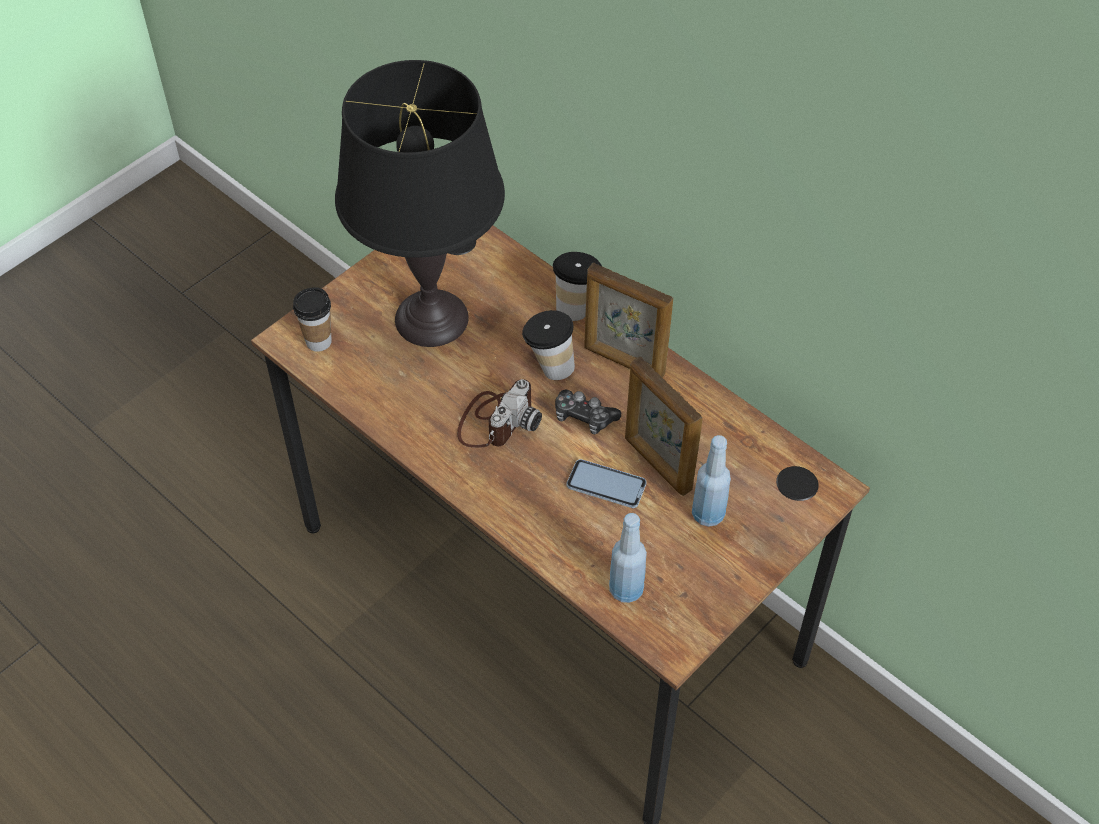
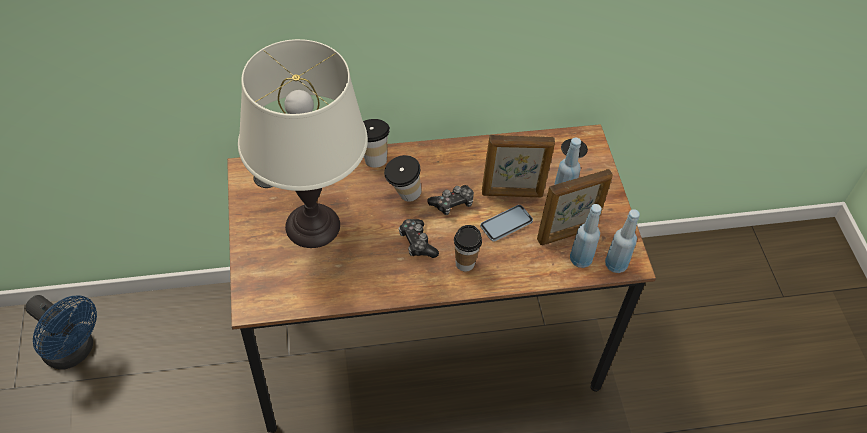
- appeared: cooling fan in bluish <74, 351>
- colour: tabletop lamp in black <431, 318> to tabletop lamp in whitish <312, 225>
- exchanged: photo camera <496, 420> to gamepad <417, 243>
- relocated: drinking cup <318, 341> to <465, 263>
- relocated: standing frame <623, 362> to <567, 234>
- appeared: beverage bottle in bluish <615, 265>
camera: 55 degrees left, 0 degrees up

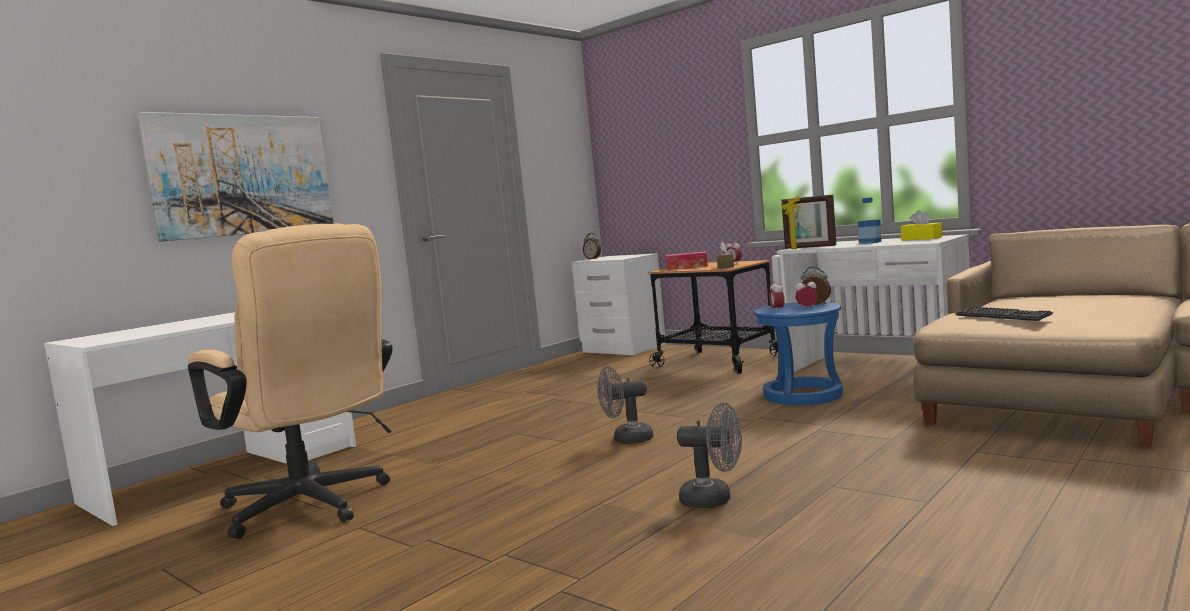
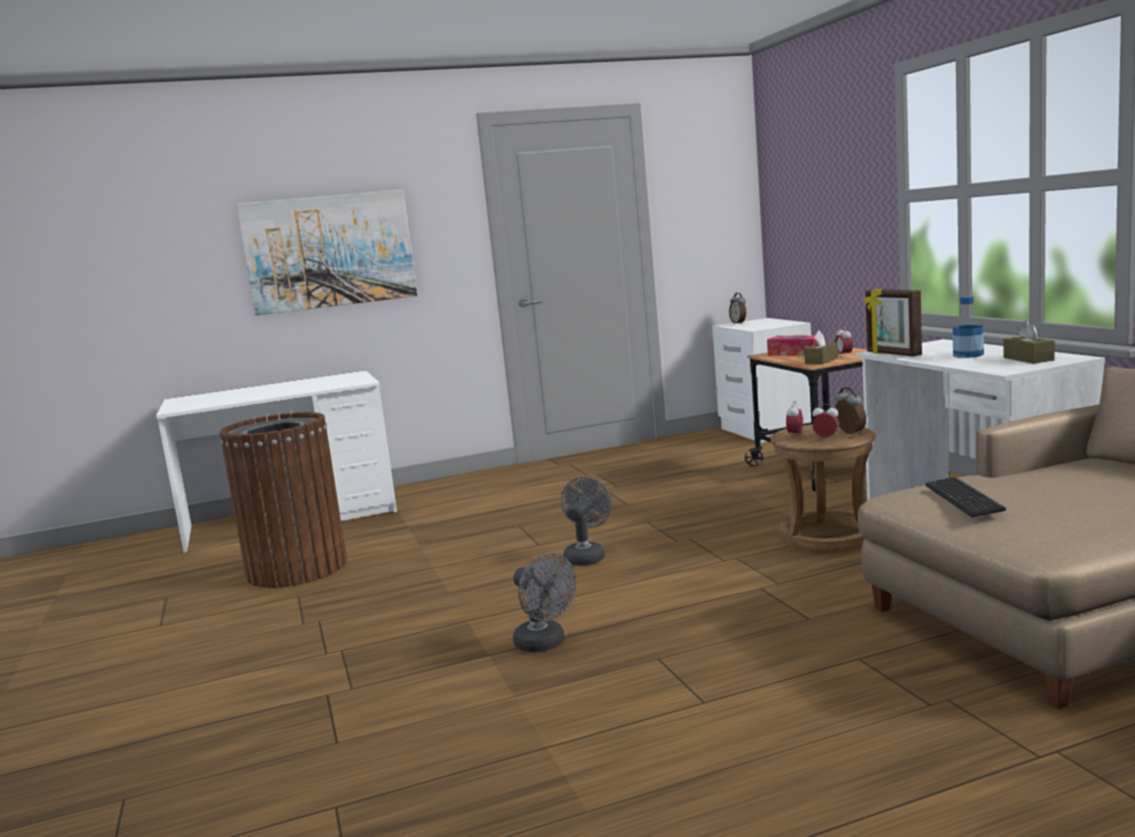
- exchanged: desk chair in beige <312, 508> to rubbish bin in brown-coloured <297, 568>
- spun: cooling fan in gray <627, 439> = <586, 556> 90 degrees clockwise
- colour: stool in bluish <802, 395> to stool in brown-coloured <826, 537>
- colour: tissue box in yellow <921, 239> to tissue box in brown-coloured <1028, 359>
camera: 30 degrees right, 5 degrees up

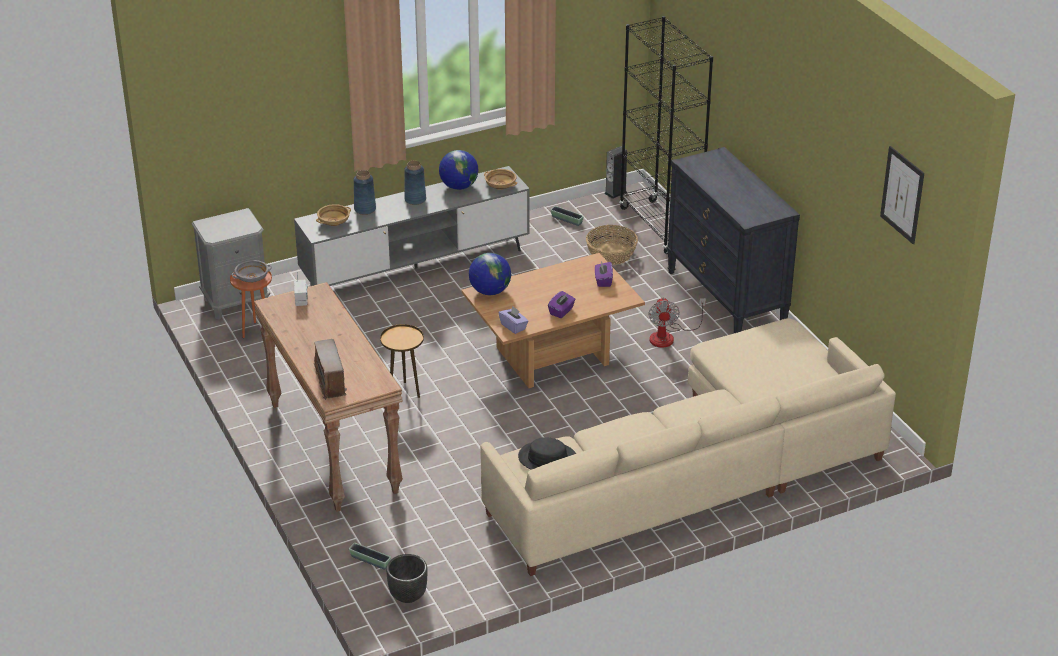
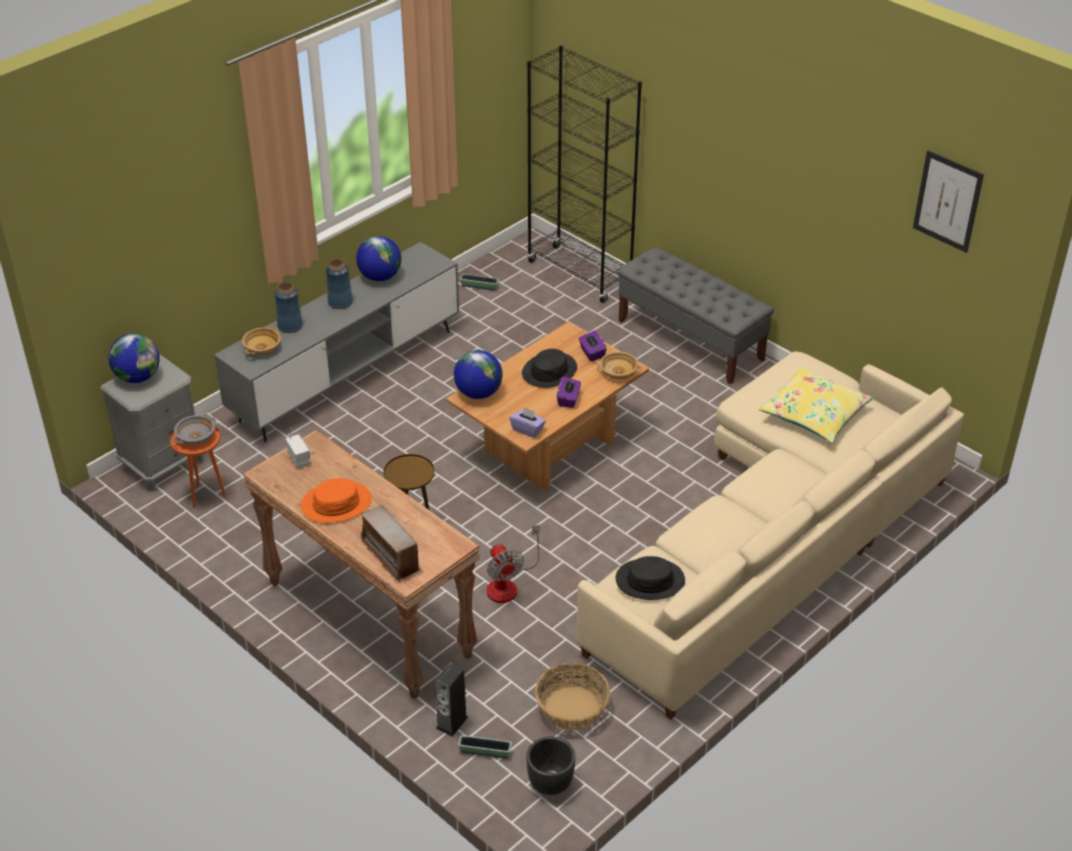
- appeared: world globe <138, 377>
- appeared: clothing hat in orangey <336, 503>
- relocated: speaker <615, 193> to <452, 722>
- relocated: cooling fan <668, 336> to <508, 584>
- appeared: clothing hat in black <549, 371>
- relocated: household basket <611, 254> to <572, 709>
- relocated: deep dish in beige <500, 185> to <618, 373>
- exchanged: chest of drawers in black <726, 299> to long seat in gray <691, 340>
- appeared: cushion in yellow <814, 414>
camera: 20 degrees left, 5 degrees up

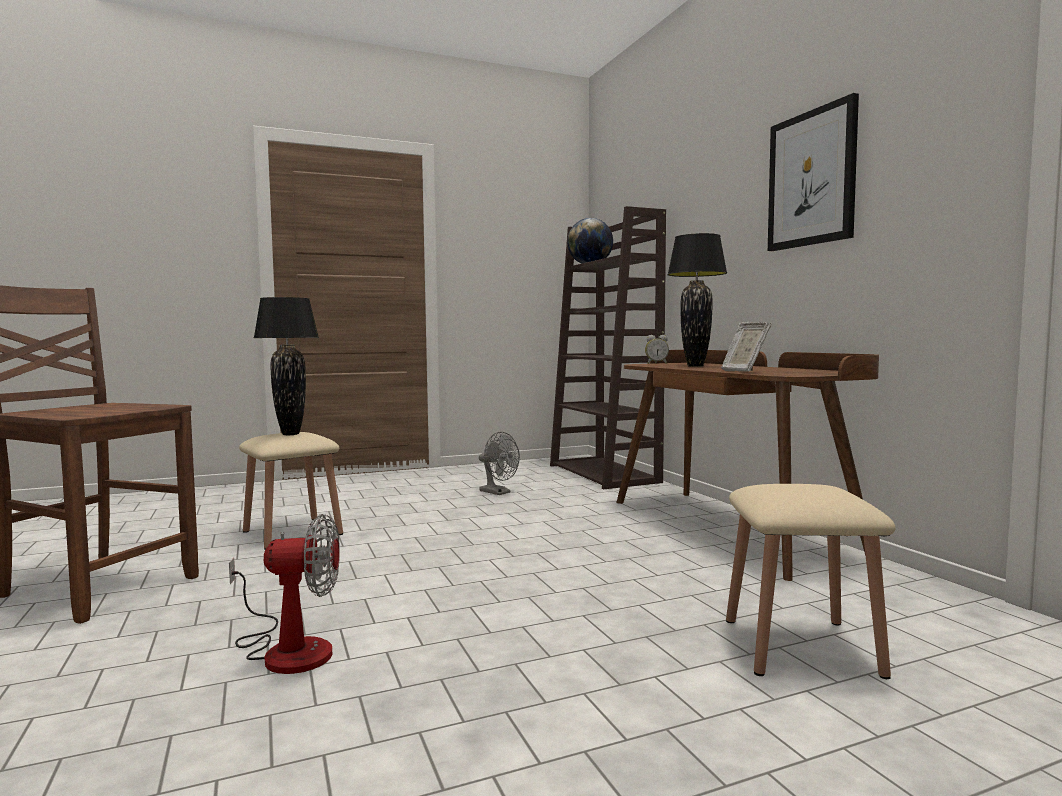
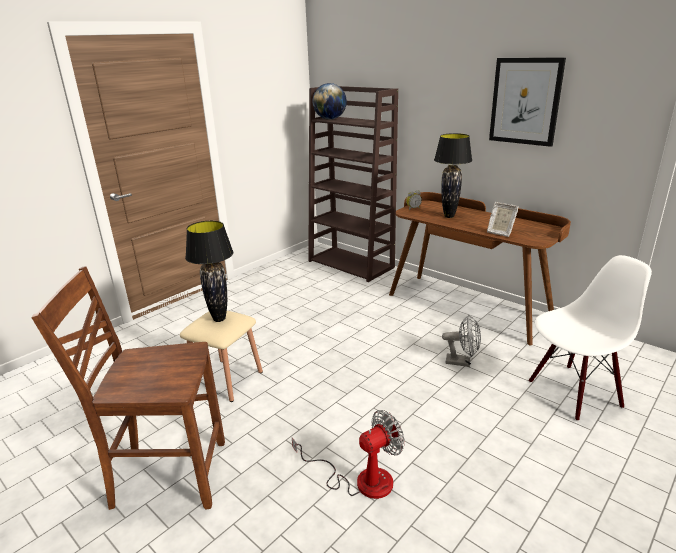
- relocated: cooling fan in gray <498, 492> to <462, 362>
- exchanged: stool in beige <800, 646> to plain chair in whitish <573, 392>
camera: 25 degrees left, 20 degrees up

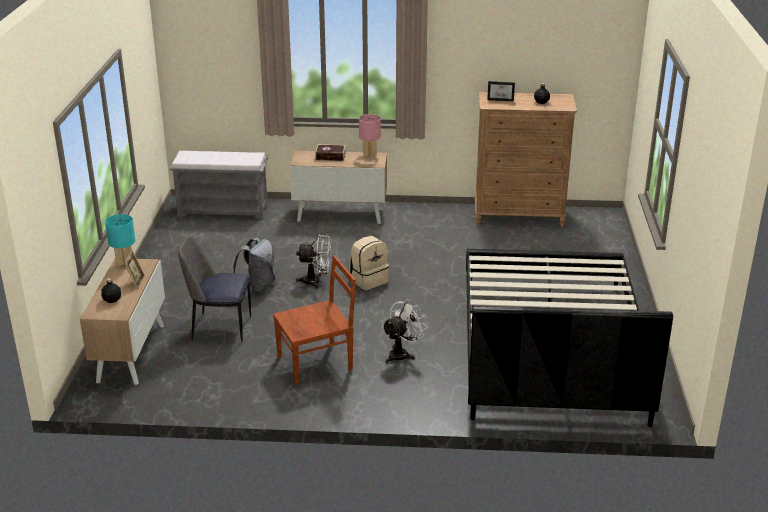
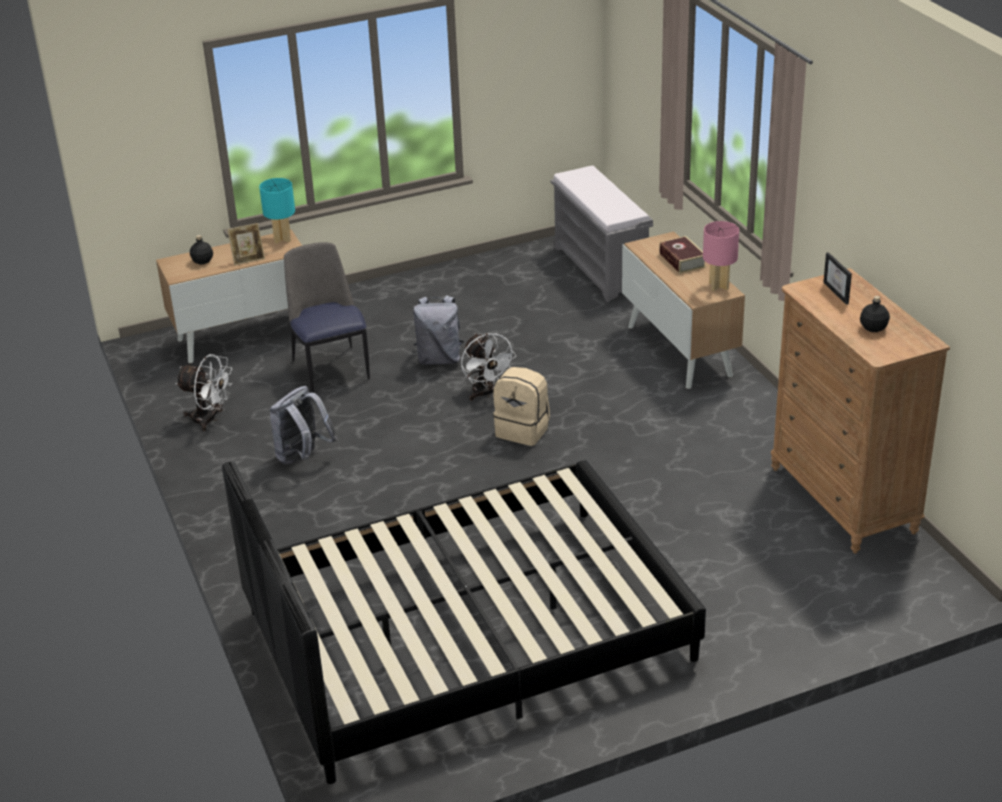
- relocated: cooling fan in whitish <402, 354> to <210, 419>
- exchanged: plain chair in brown-coloured <317, 363> to rucksack in gray <303, 458>
camera: 65 degrees right, 5 degrees up

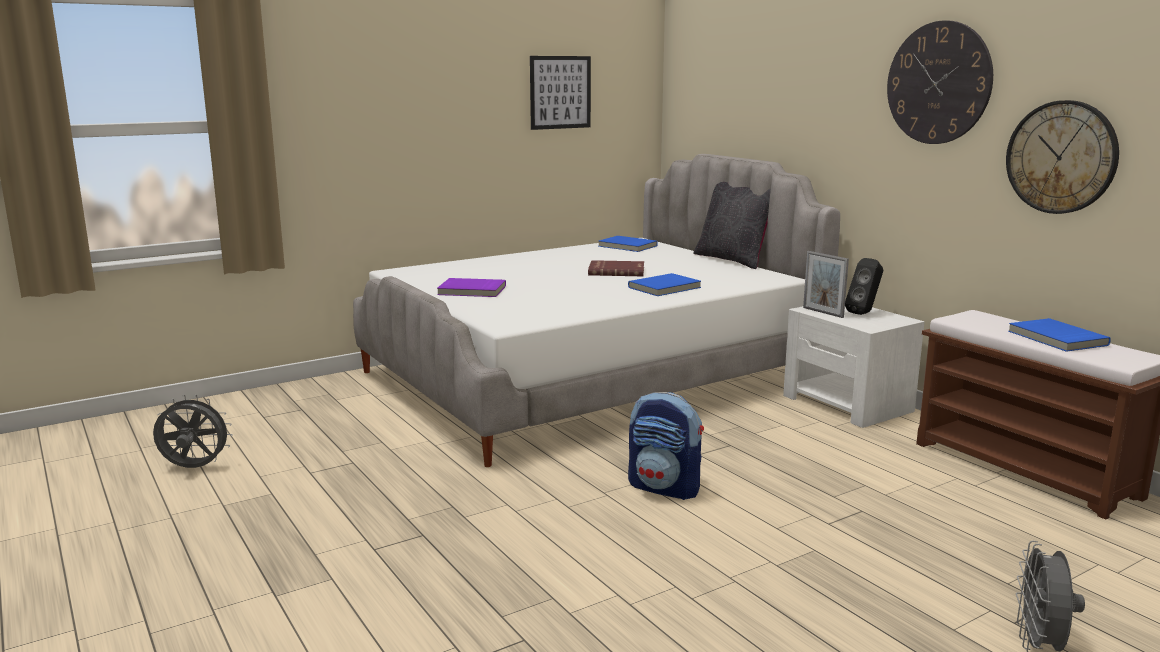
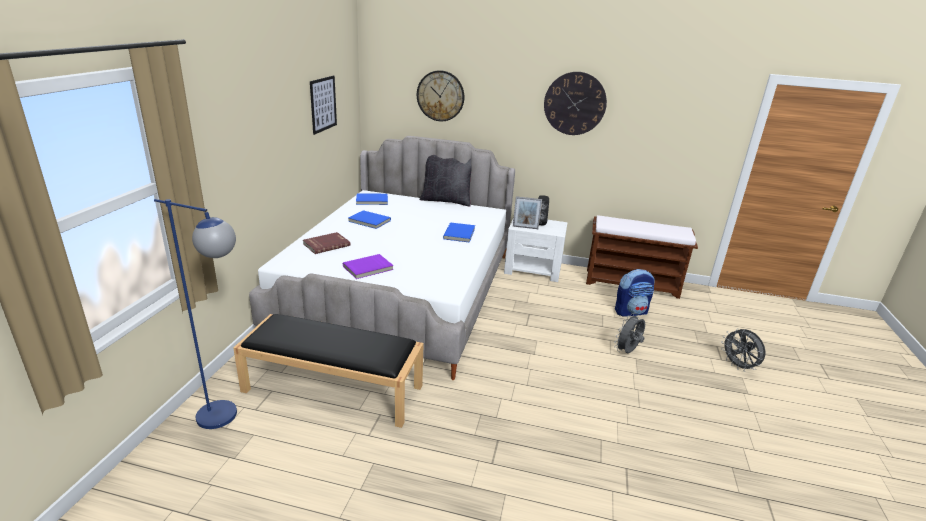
- appeared: standing lamp in bluish <228, 419>
- appeared: long seat in black <334, 388>
- relocated: bound book in red <616, 271> to <326, 244>
- relocated: bound book in bluish <1056, 338> to <369, 221>
- relocated: clock on the wall <1061, 157> to <440, 96>
- relocated: cooling fan in gray <194, 468> to <627, 352>
- relocated: rucksack <665, 488> to <631, 312>
camera: 45 degrees left, 10 degrees up

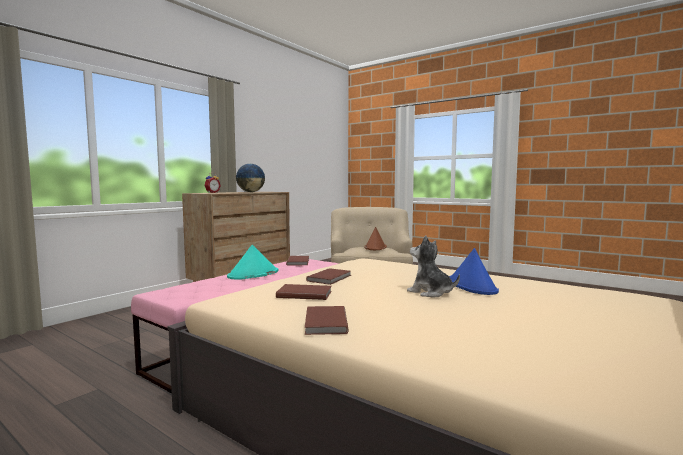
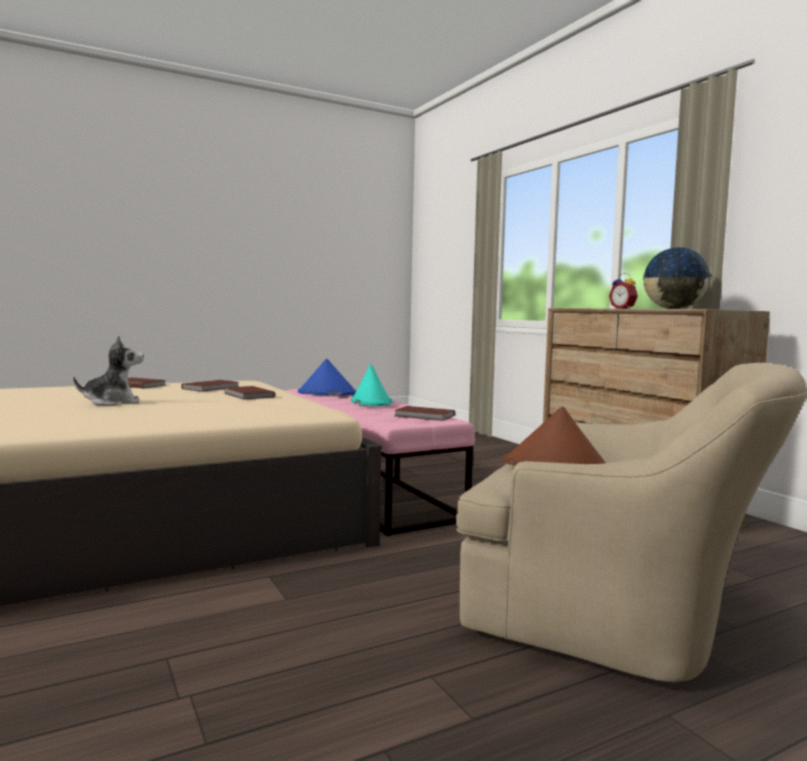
- relocated: clothing hat in bluish <472, 286> to <327, 393>
camera: 115 degrees right, 0 degrees up

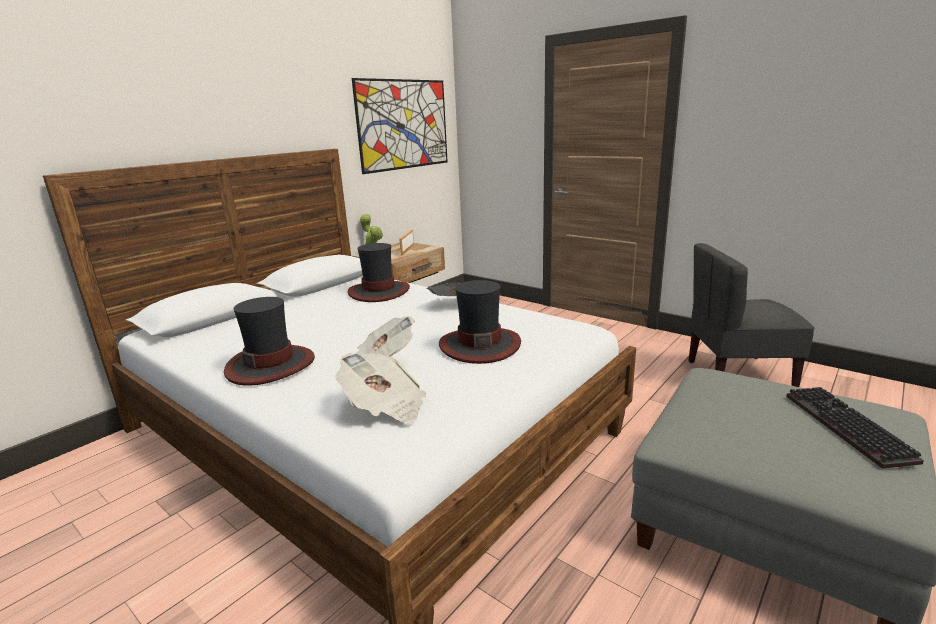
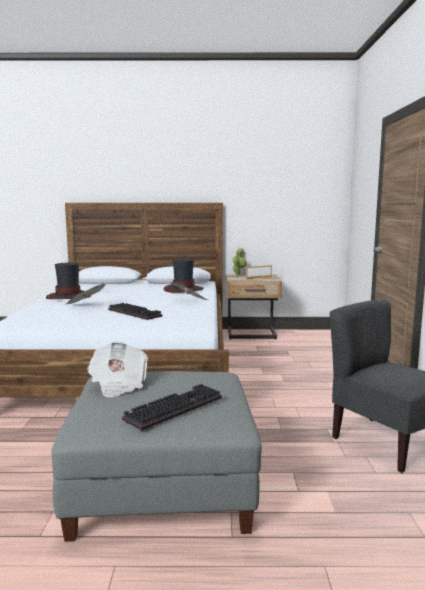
- relocated: daily paper <385, 407> to <118, 385>
- exchanged: clothing hat <479, 345> to PC keyboard <136, 313>
- missing: wall art <404, 124>
camera: 50 degrees right, 10 degrees down

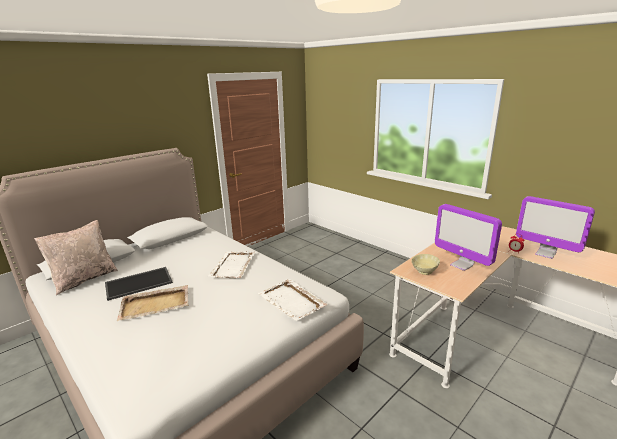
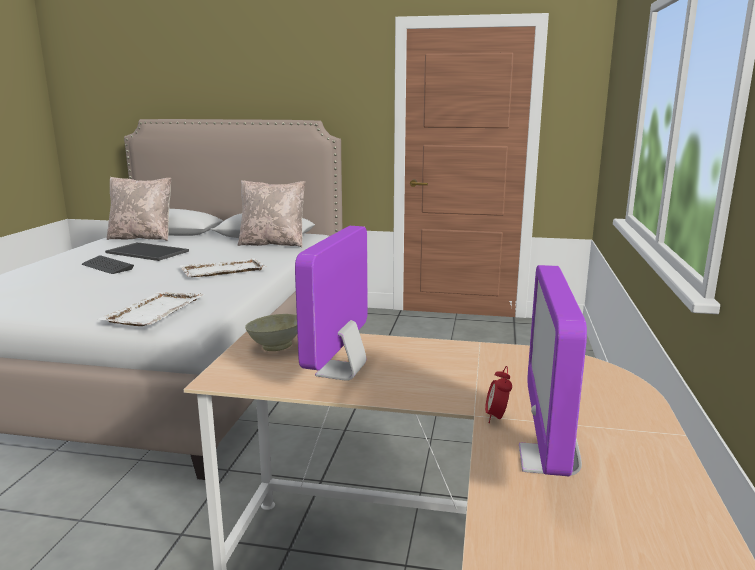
- exchanged: serving tray in beige <156, 304> to PC keyboard <107, 266>
- appeared: cushion in beige <273, 244>
camera: 55 degrees right, 5 degrees down

